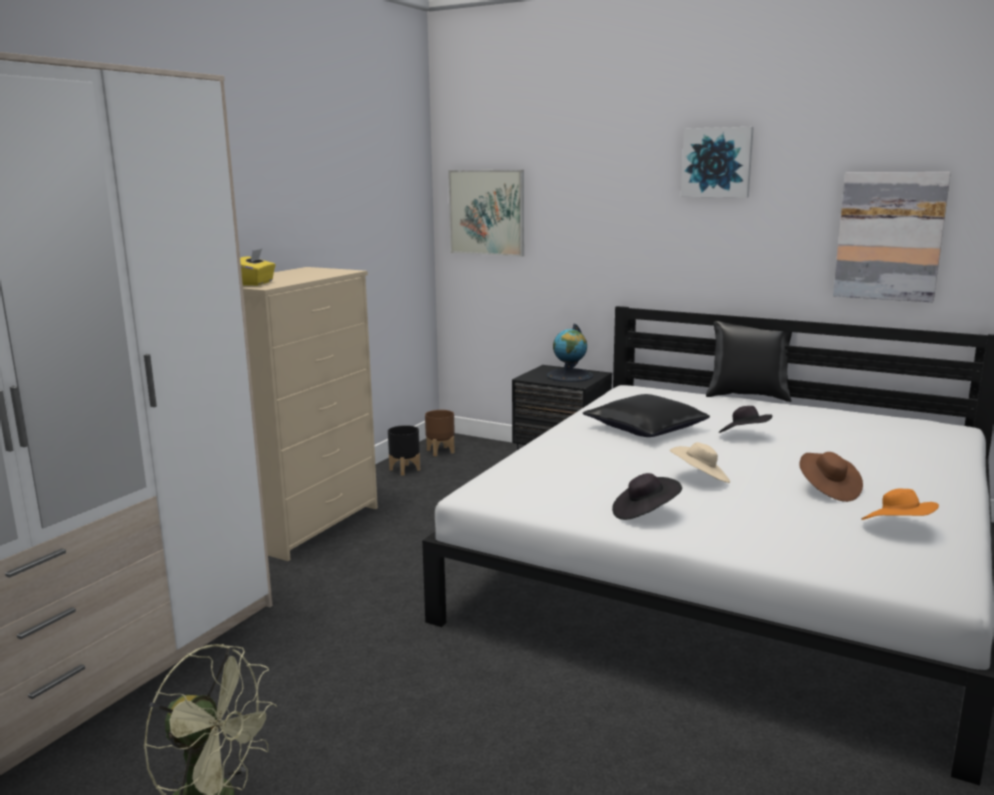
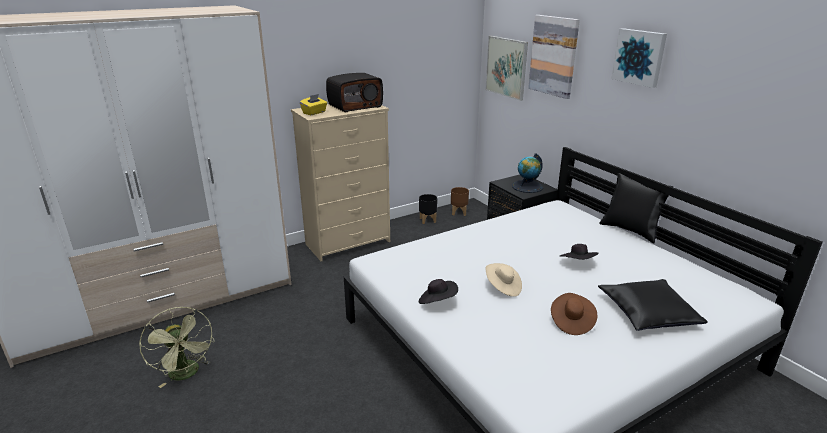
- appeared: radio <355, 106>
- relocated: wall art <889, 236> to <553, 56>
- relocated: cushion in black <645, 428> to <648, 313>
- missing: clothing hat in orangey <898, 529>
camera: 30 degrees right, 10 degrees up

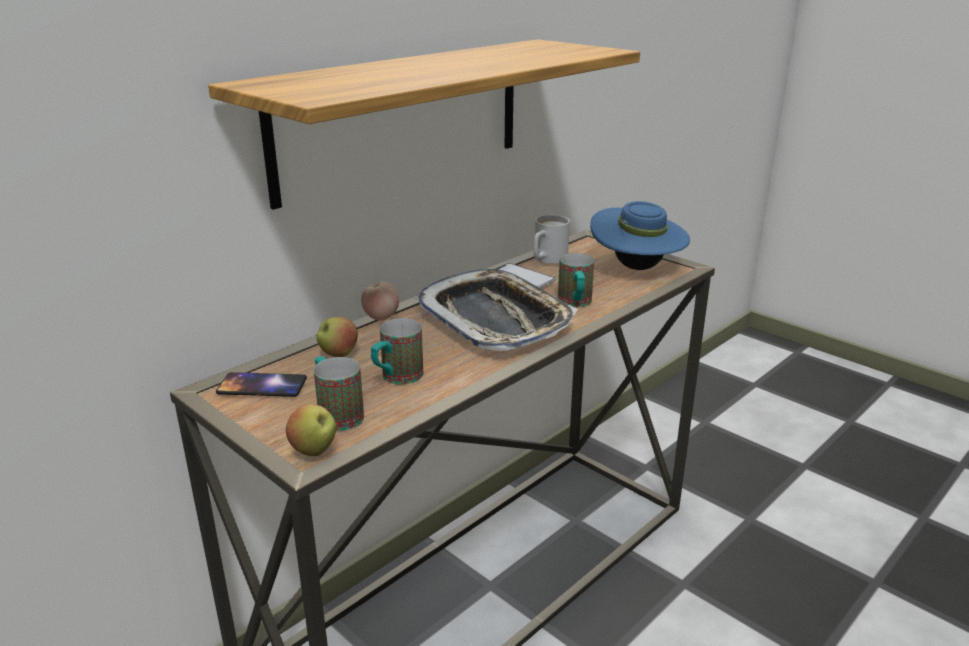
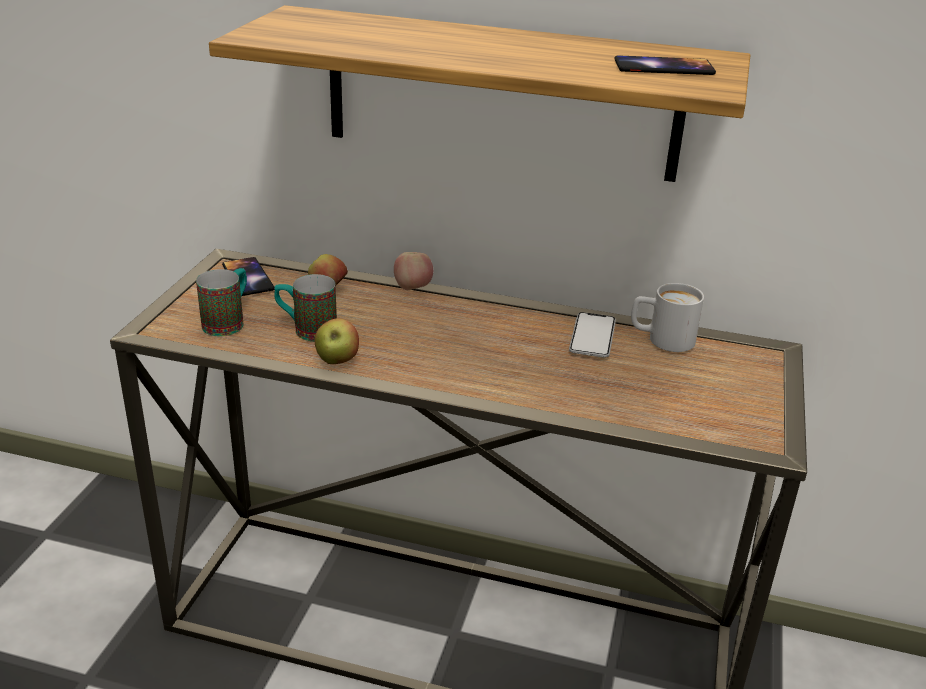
- relocated: apple <314, 451> to <337, 360>
- appeared: phone <663, 67>
- missing: serving tray <495, 319>
- missing: mug <575, 304>
- missing: clothing hat in bluish <636, 268>
camera: 60 degrees right, 5 degrees up

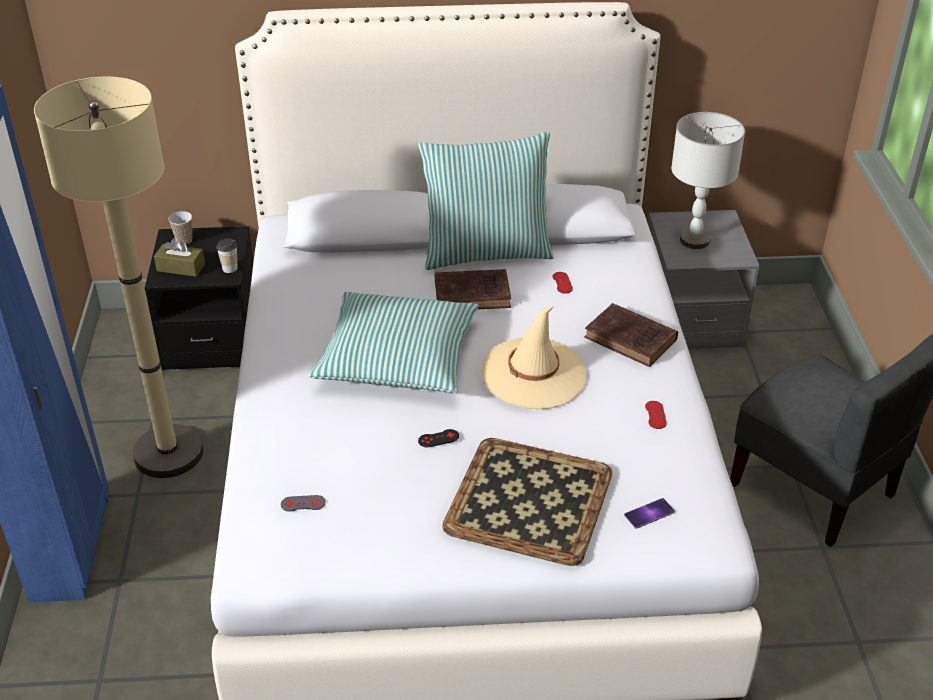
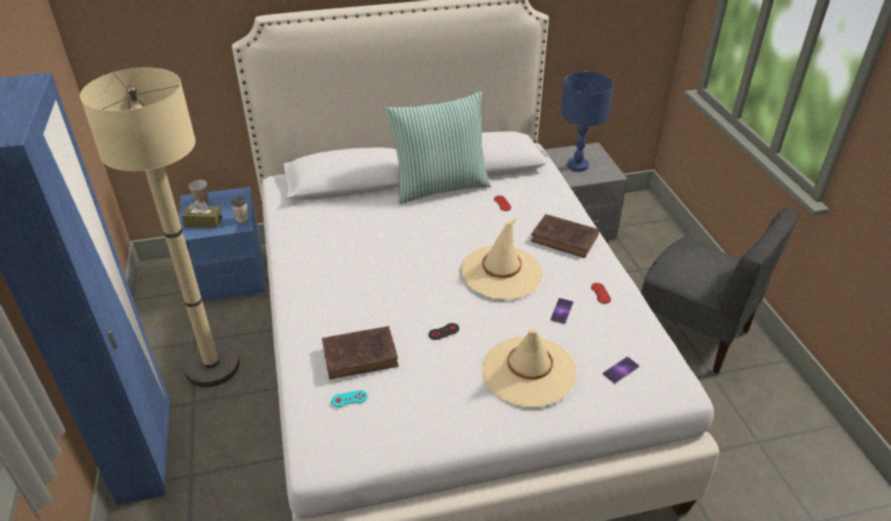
- colour: night table in black <212, 338> to night table in bluish <230, 274>
- relocated: bound book in brown-coloured <474, 294> to <362, 355>
- colour: gamepad in gray <303, 503> to gamepad in turquoise <349, 399>
- exchanged: serving tray <531, 500> to clothing hat in beige <528, 371>
- appeared: phone <561, 311>
- colour: tabletop lamp in gray <694, 240> to tabletop lamp in bluish <577, 165>
- missing: cushion <397, 357>
camera: 10 degrees left, 0 degrees up

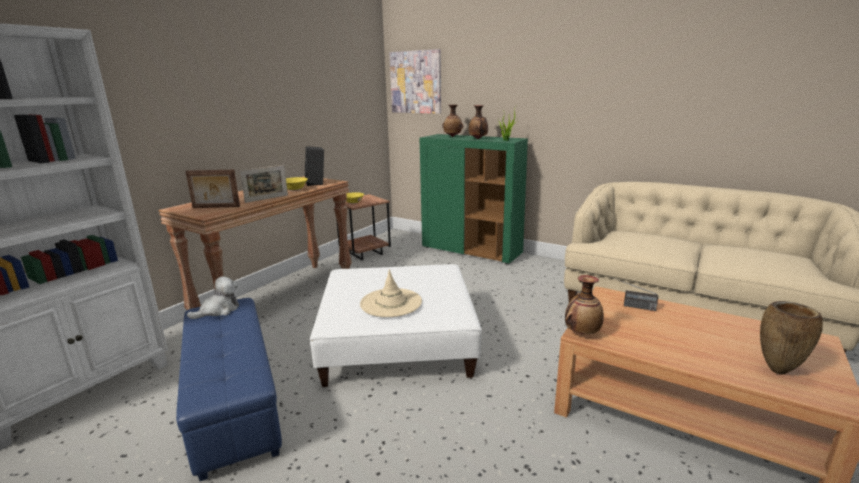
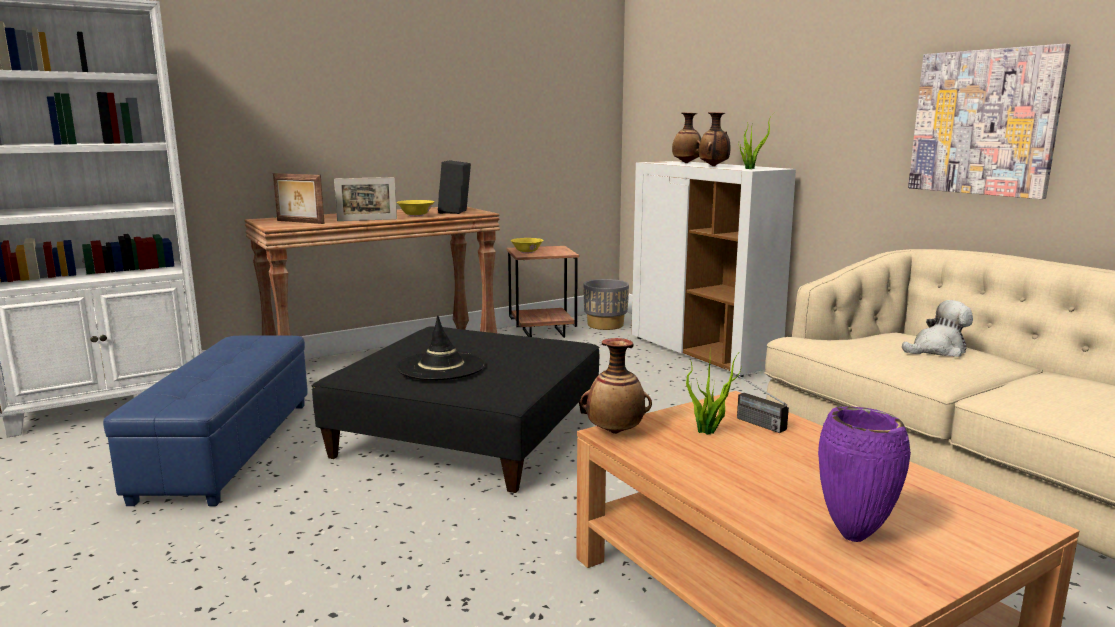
- colour: ottoman in whitish <397, 341> to ottoman in black <467, 433>
- colour: clothing hat in beige <391, 303> to clothing hat in black <441, 366>
- appeared: plant pot in gray <605, 325>
- colour: cupboard in greenish <472, 251> to cupboard in whitish <703, 352>
- appeared: plant in a pot <709, 432>
- colour: decorative vase in brown-coloured <778, 370> to decorative vase in purple-coloured <855, 536>
- relocated: cuddly toy <219, 310> to <937, 350>
- relocated: wall art <416, 82> to <984, 122>
camera: 25 degrees right, 5 degrees down

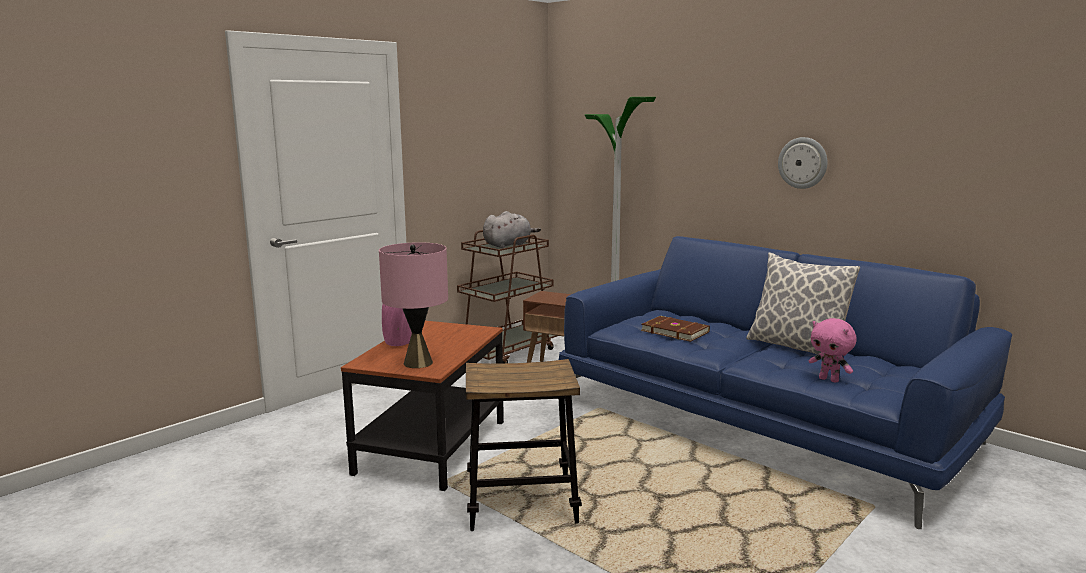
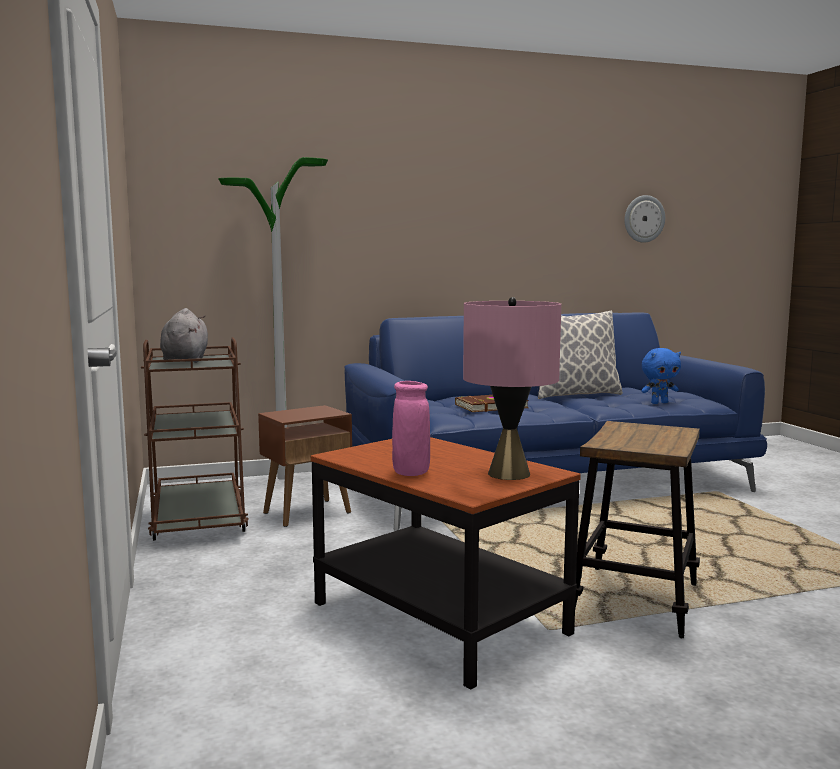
- relocated: clock on the wall <803, 163> to <644, 219>
- colour: cuddly toy in pink-coloured <829, 380> to cuddly toy in bluish <659, 403>
camera: 60 degrees left, 5 degrees down

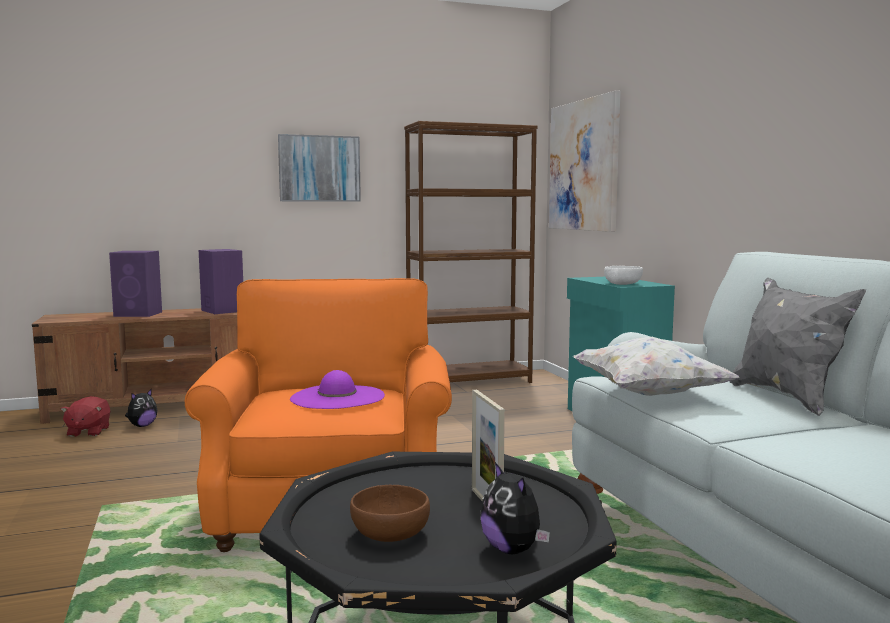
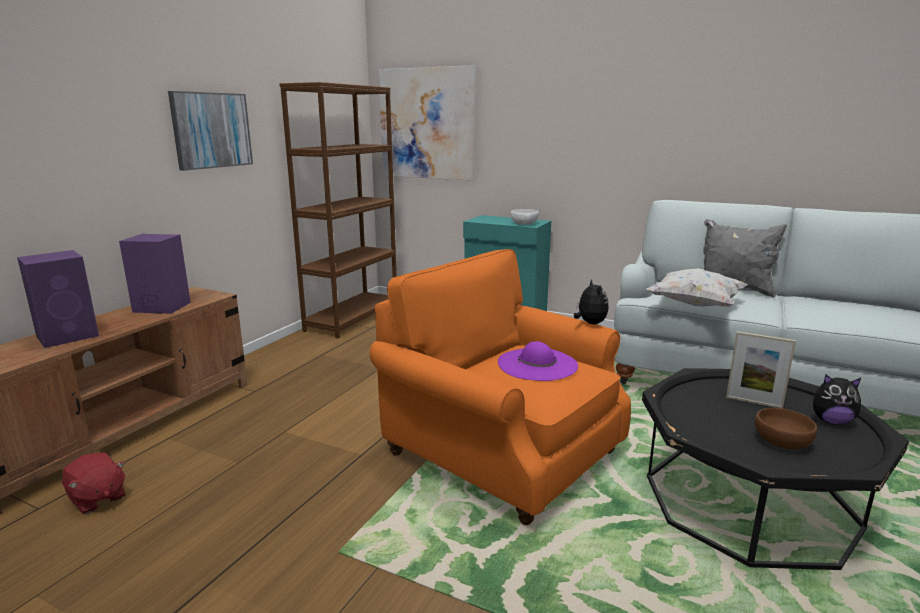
- relocated: cuddly toy <142, 426> to <590, 323>
camera: 45 degrees left, 10 degrees up

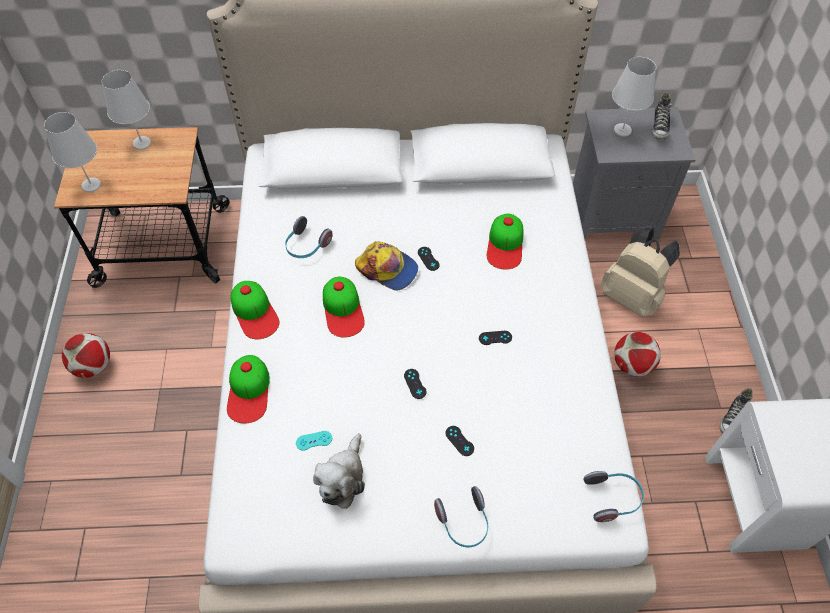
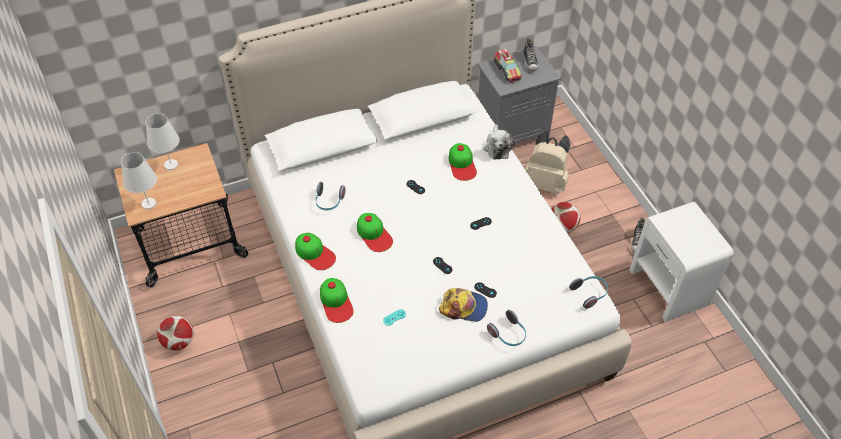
- relocated: baseball cap <387, 269> to <464, 307>
- relocated: cuddly toy <342, 478> to <497, 147>
- exchanged: tabletop lamp in whitish <622, 130> to toy lorry <507, 70>
camera: 20 degrees left, 5 degrees down

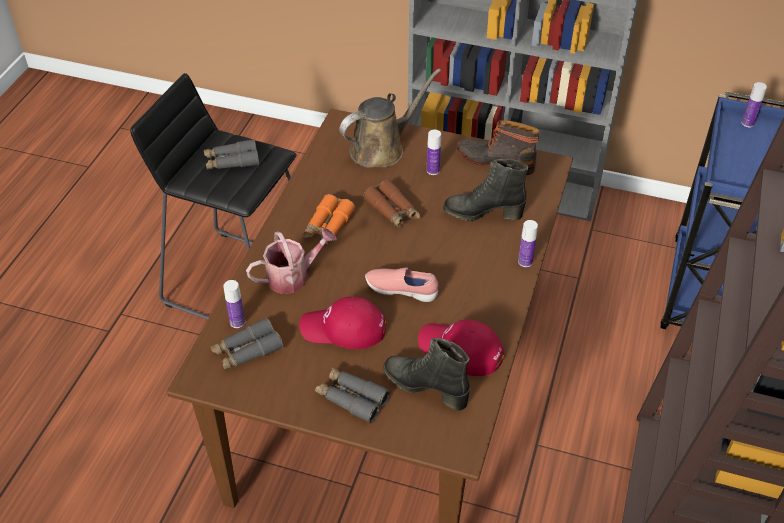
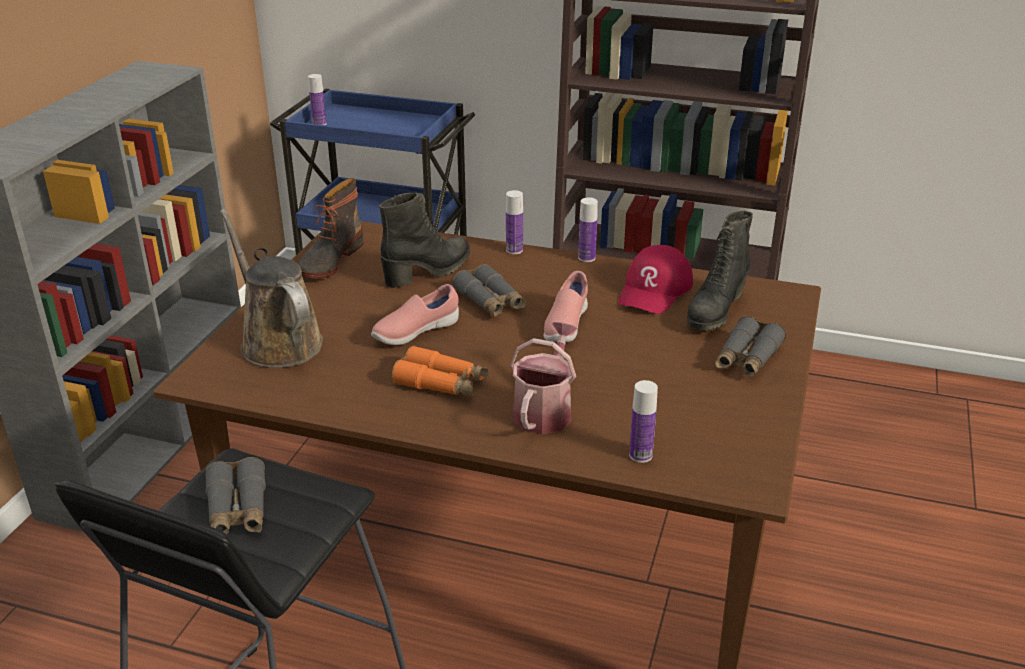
- exchanged: field glasses in brown-coloured <393, 210> to low shoe in pink-coloured <415, 332>
- spun: high-top boot in black <483, 213> = <428, 271> 135 degrees counterclockwise
- relocated: field glasses in gray <247, 351> to <490, 301>
- spun: watering can <293, 276> = <545, 410> 45 degrees clockwise
- relocated: beverage bottle <433, 170> to <586, 258>
- missing: baseball cap in red <343, 328>
camera: 90 degrees left, 15 degrees down

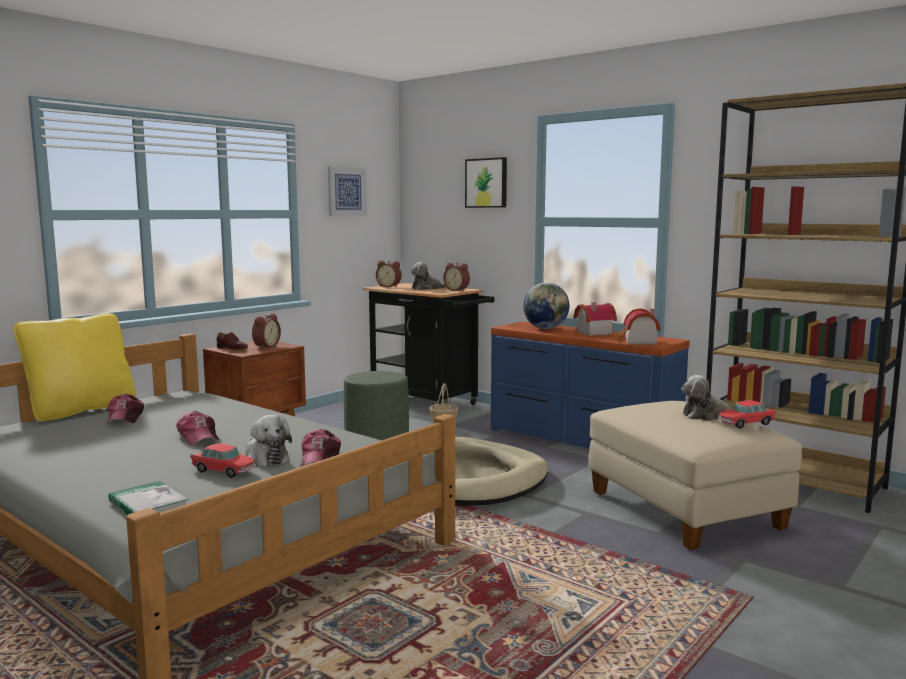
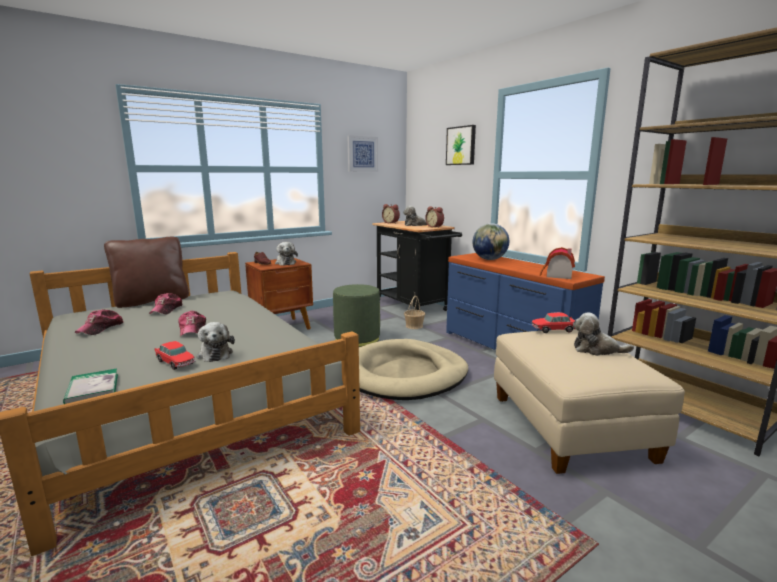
- relocated: baseball cap <320, 458> to <101, 328>
- colour: cushion in yellow <81, 410> to cushion in brown-coloured <152, 301>
- exchanged: table clock <265, 346> to cuddly toy <285, 263>
- relocated: toy car <745, 424> to <553, 330>
- missing: model house <592, 332>
camera: 15 degrees right, 5 degrees up

